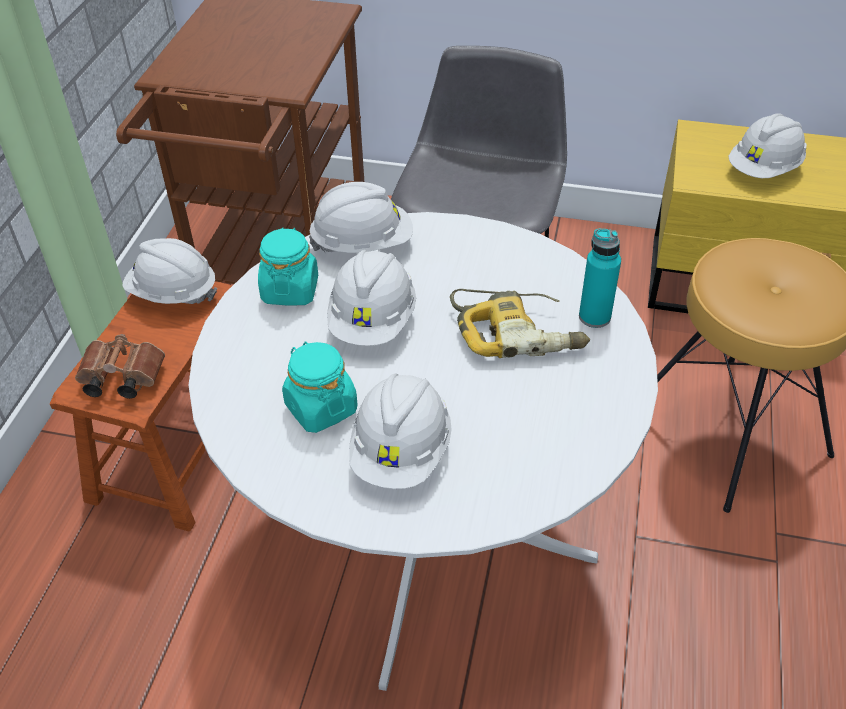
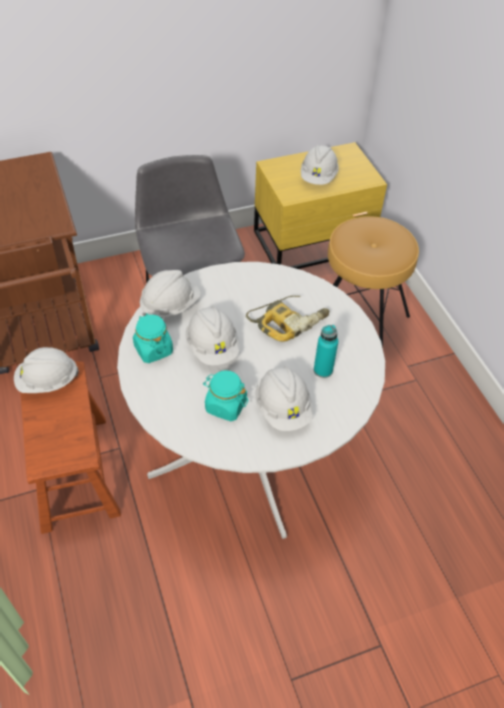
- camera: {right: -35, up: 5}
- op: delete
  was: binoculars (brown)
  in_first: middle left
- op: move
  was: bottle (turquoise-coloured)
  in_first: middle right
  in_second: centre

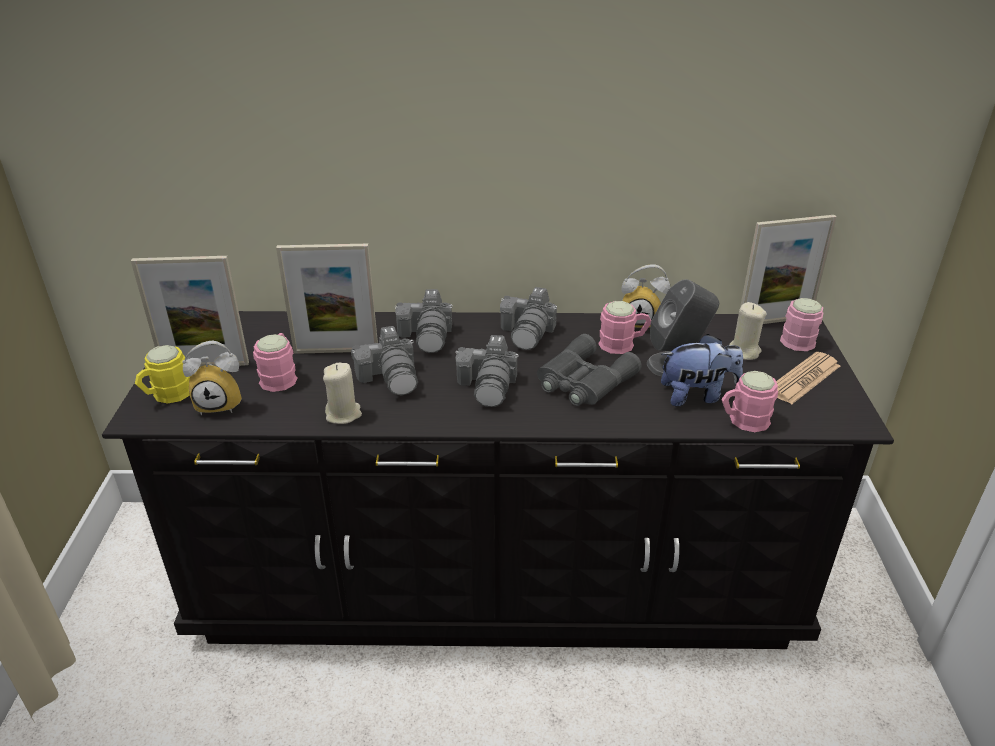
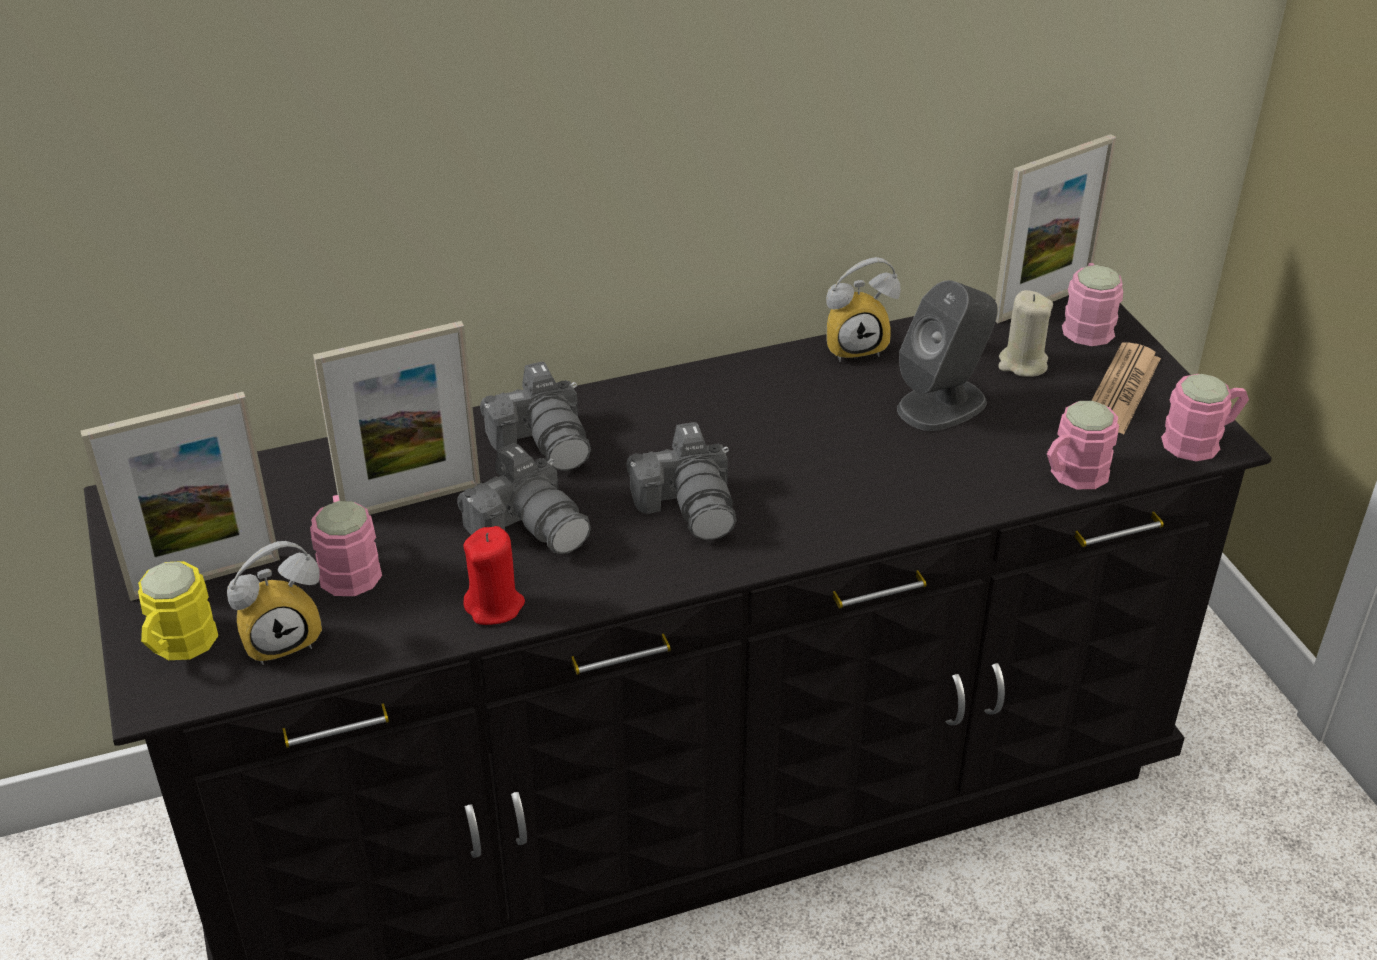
- camera: {right: -20, up: 5}
- op: delete
  was: still camera (4th from left)
  in_first: centre
- op: delete
  was: binoculars (greyish)
  in_first: centre
- op: delete
  was: cuddly toy
  in_first: middle right
- op: move
  was: coffee mug (pink) (2nd from left in the first image)
  now: coffee mug (pink) (4th from left)
  in_first: centre
  in_second: middle right
- op: recolor
  was: candle (beige) (1st from left)
  now: candle (reddish)
  in_first: centre
  in_second: centre

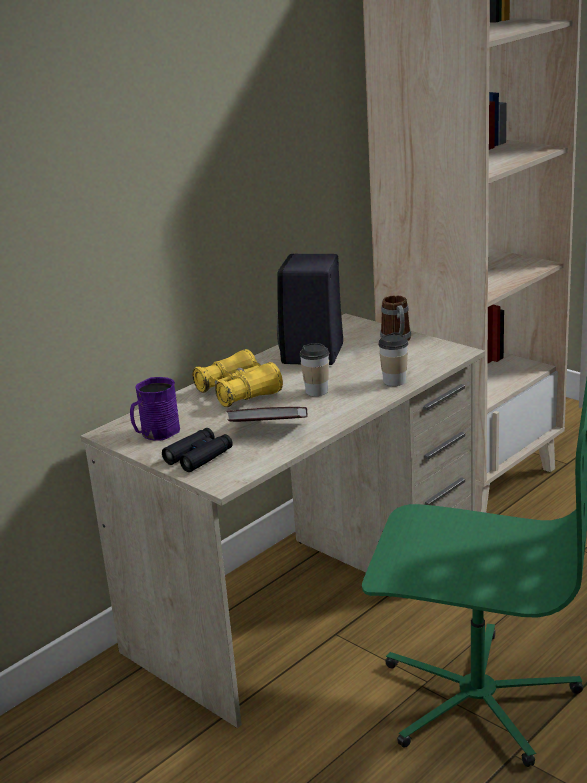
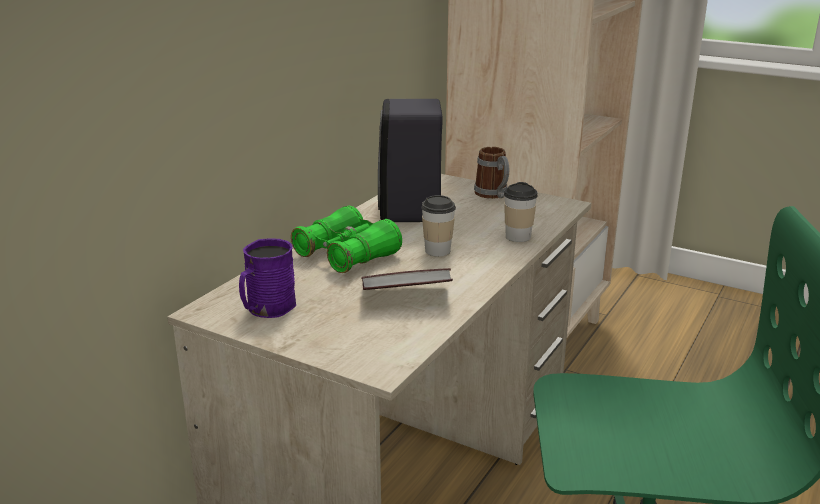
- camera: {right: -15, up: 0}
- op: delete
  was: binoculars (black-coloured)
  in_first: centre
- op: recolor
  was: binoculars (yellowish)
  now: binoculars (green-coloured)
  in_first: centre
  in_second: centre

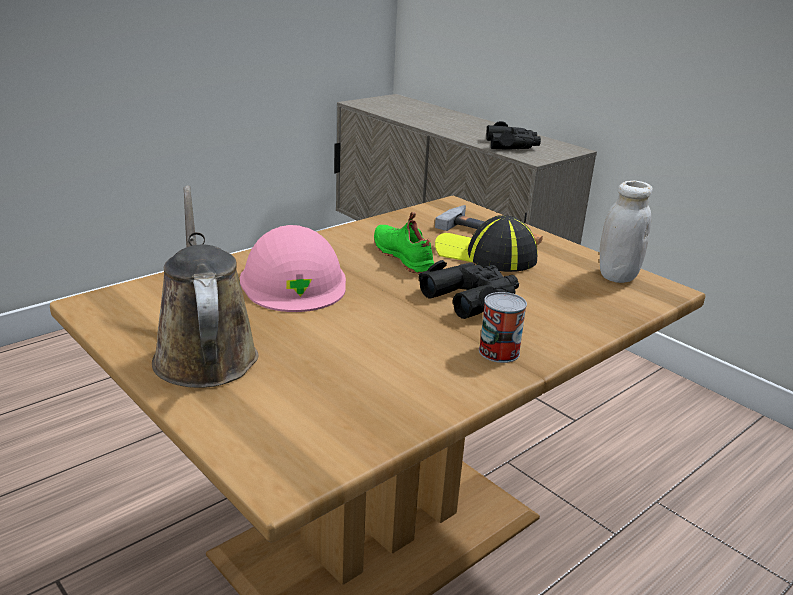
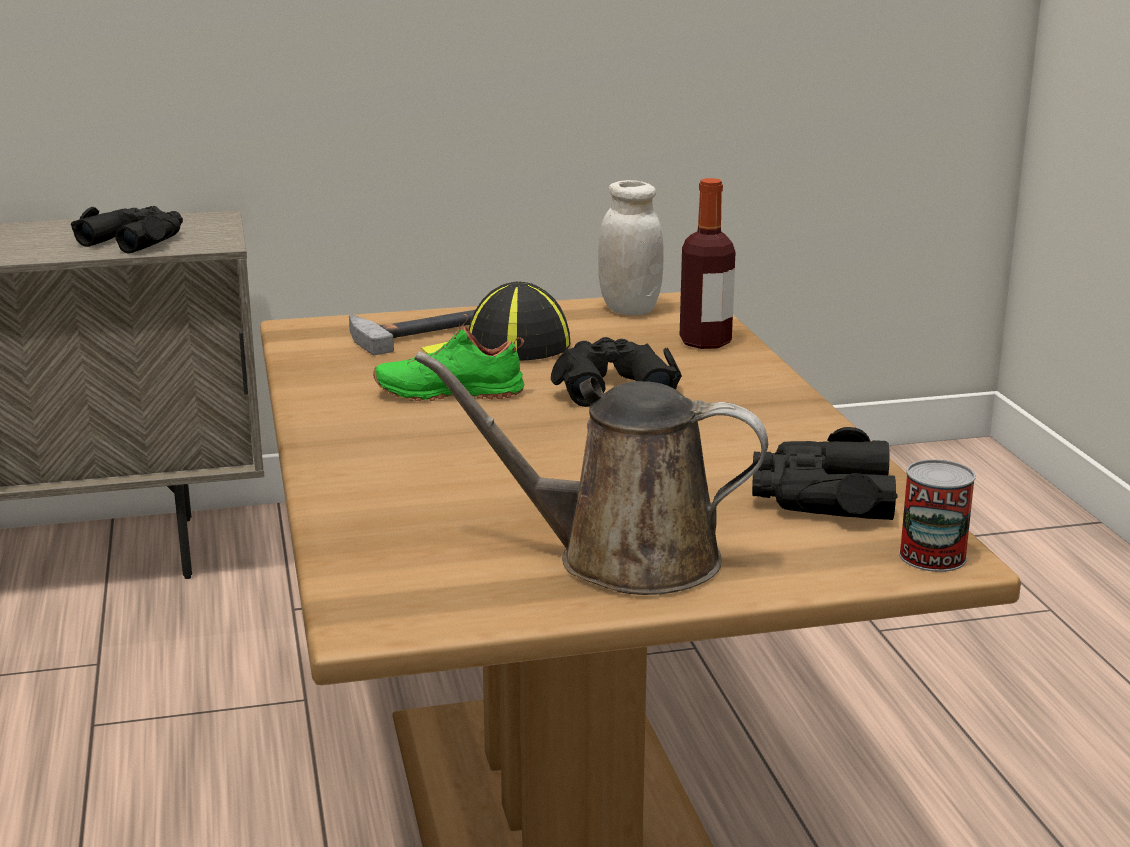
- camera: {right: -60, up: -5}
- op: delete
  was: safety helmet (pink)
  in_first: centre
- op: insert
  now: bottle
  in_second: top centre
- op: insert
  now: binoculars (black-coloured) (3rd from left)
  in_second: middle right
- op: move
  was: metal can
  in_first: centre
  in_second: middle right

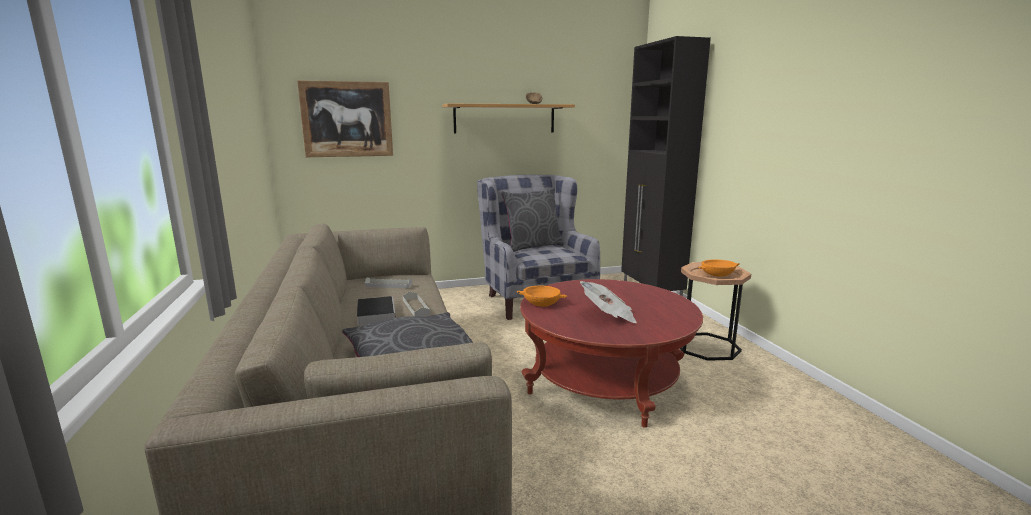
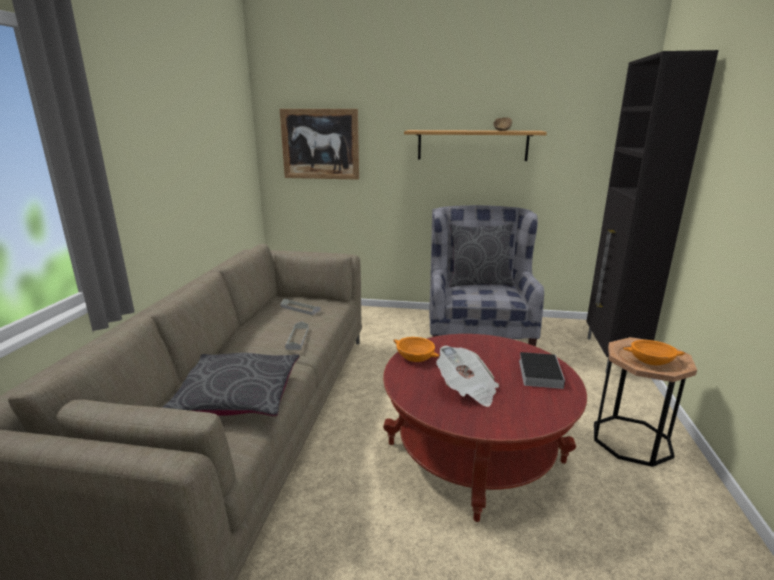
- camera: {right: 25, up: 5}
- op: move
  was: volume
  in_first: centre
  in_second: middle right

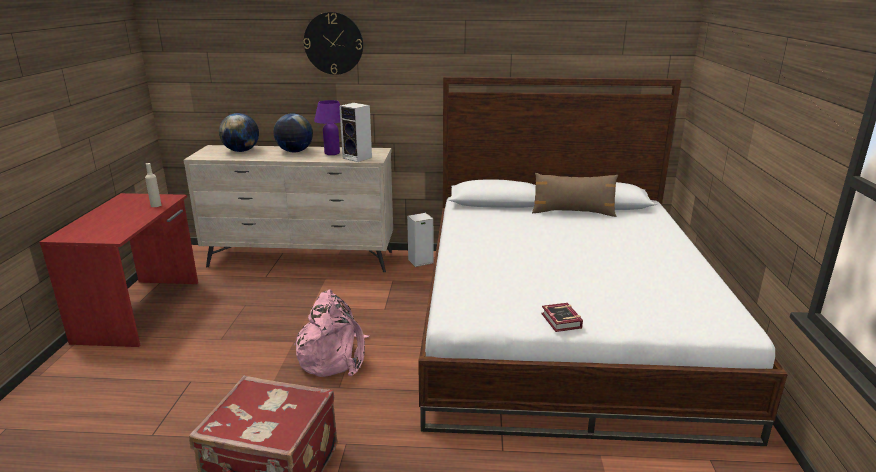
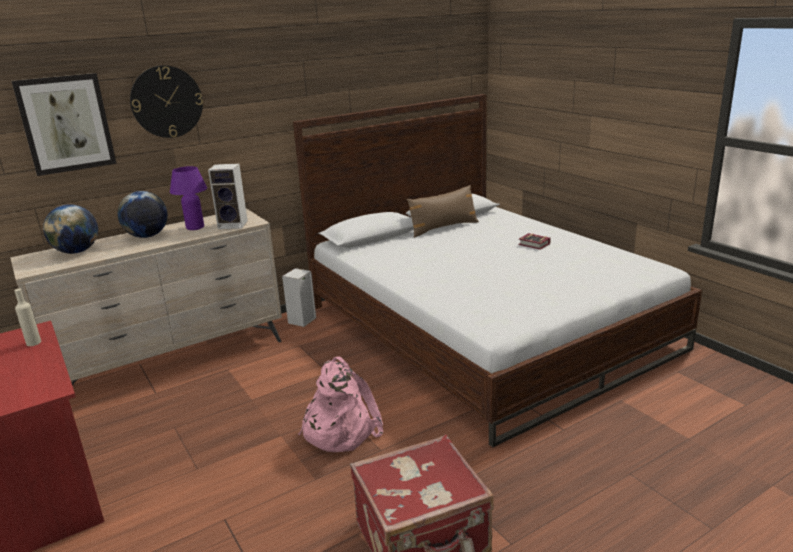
- camera: {right: -35, up: 0}
- op: insert
  now: wall picture
  in_second: top left
- op: move
  was: volume
  in_first: bottom centre
  in_second: middle right

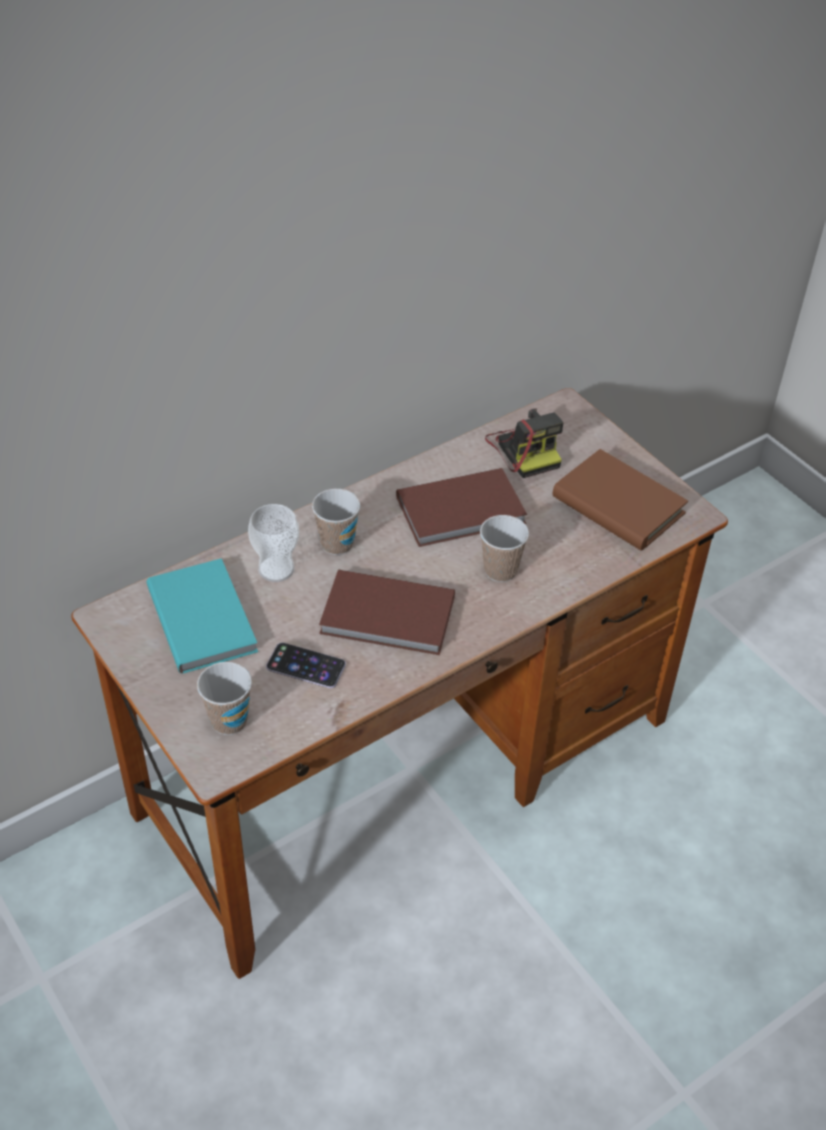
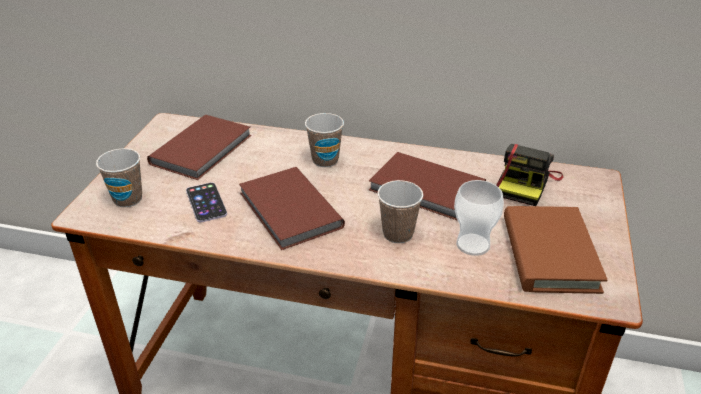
- camera: {right: 50, up: -10}
- op: move
  was: cup (2nd from left in the first image)
  now: cup (4th from left)
  in_first: middle left
  in_second: middle right
- op: recolor
  was: volume (turquoise-coloured)
  now: volume (brown) (1st from left)
  in_first: middle left
  in_second: middle left

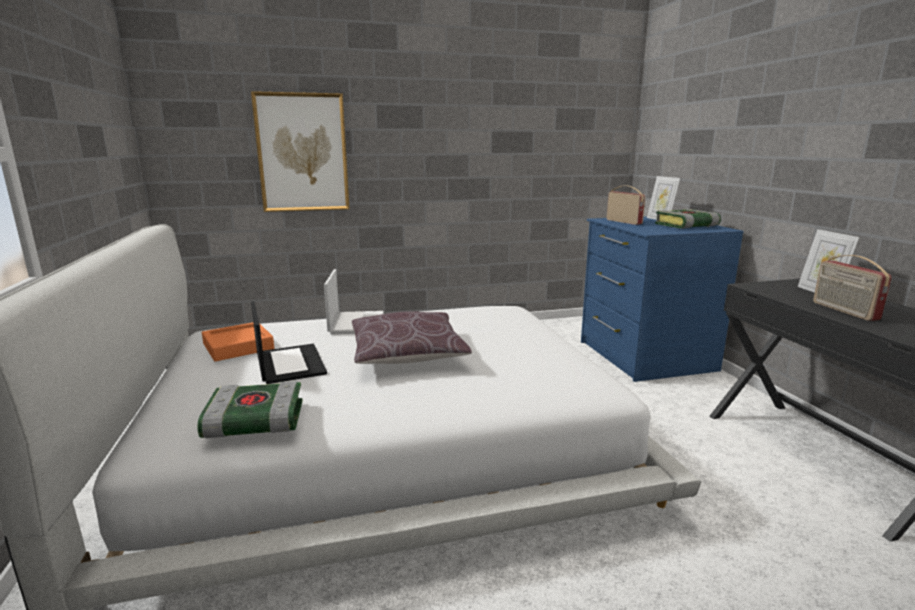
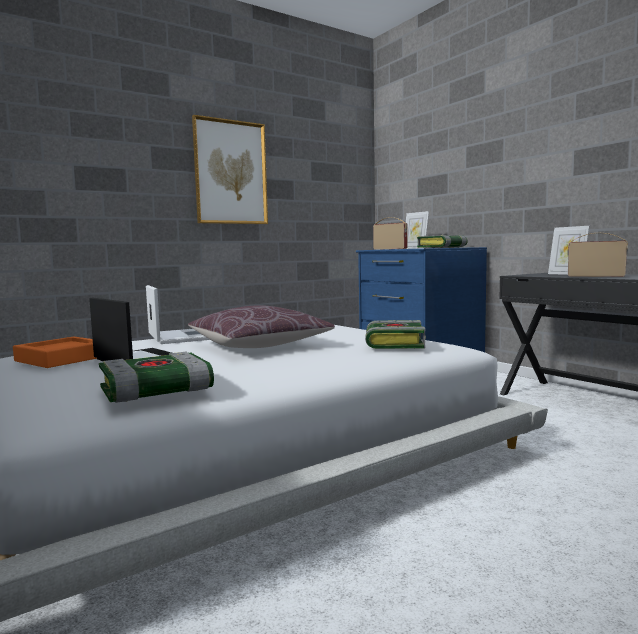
- camera: {right: -20, up: -10}
- op: insert
  now: volume (2nd from left)
  in_second: centre
- op: move
  was: wall picture
  in_first: top left
  in_second: top centre
- op: rotate
  was: radio receiver (2nd from left)
  in_first: middle right
  in_second: middle right
  clockwise: 150

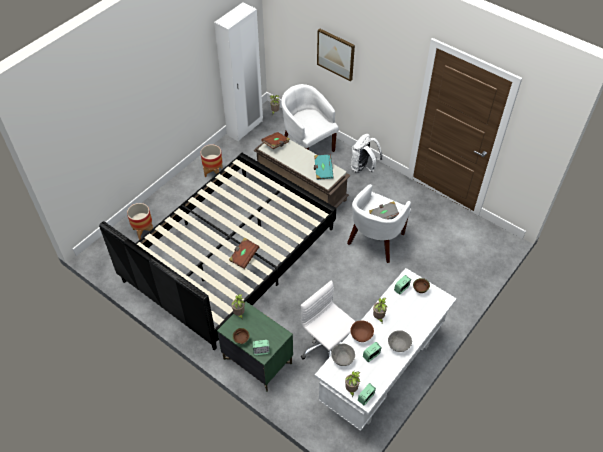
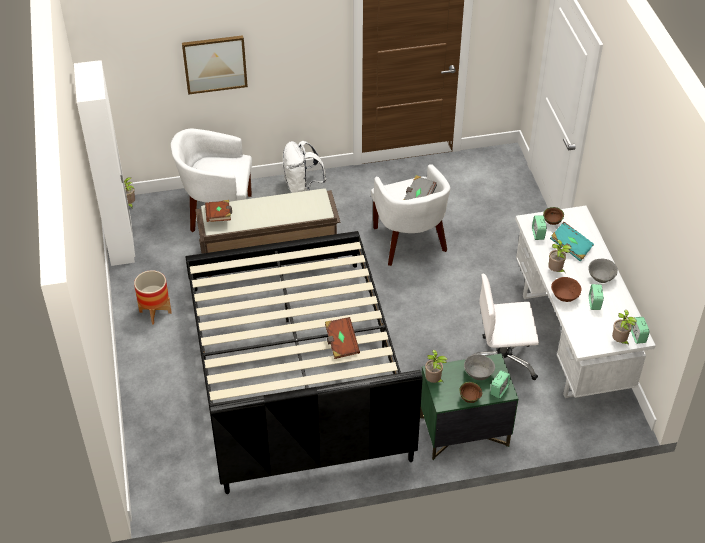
- camera: {right: -50, up: -5}
- op: delete
  was: flower pot (1st from left)
  in_first: middle left
- op: move
  was: volume (turquoise-coloured)
  in_first: centre
  in_second: middle right
- op: move
  was: bowl (greyish) (1st from left)
  in_first: bottom centre
  in_second: bottom right

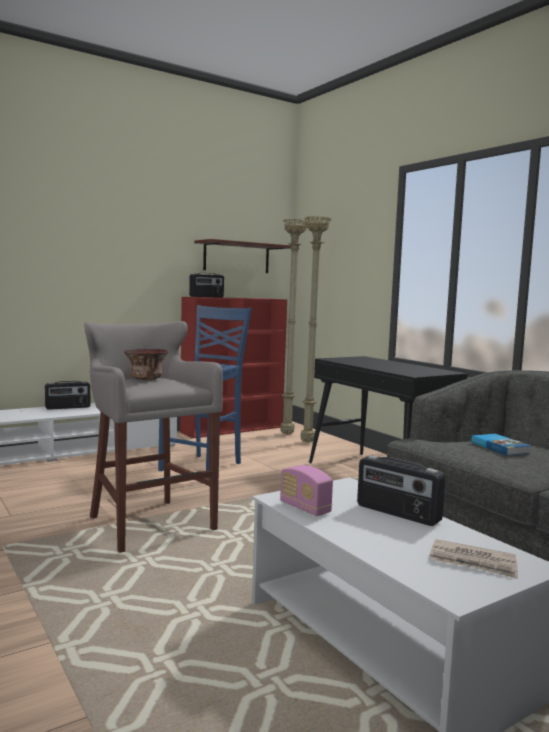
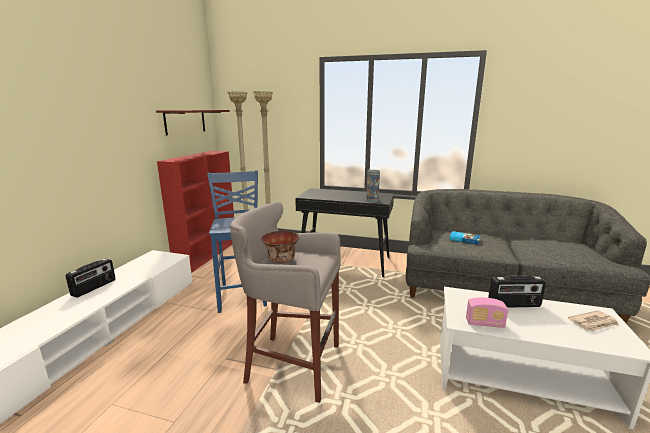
- camera: {right: -40, up: 10}
- op: delete
  was: radio receiver (2nd from left)
  in_first: centre
- op: insert
  now: vase
  in_second: centre

